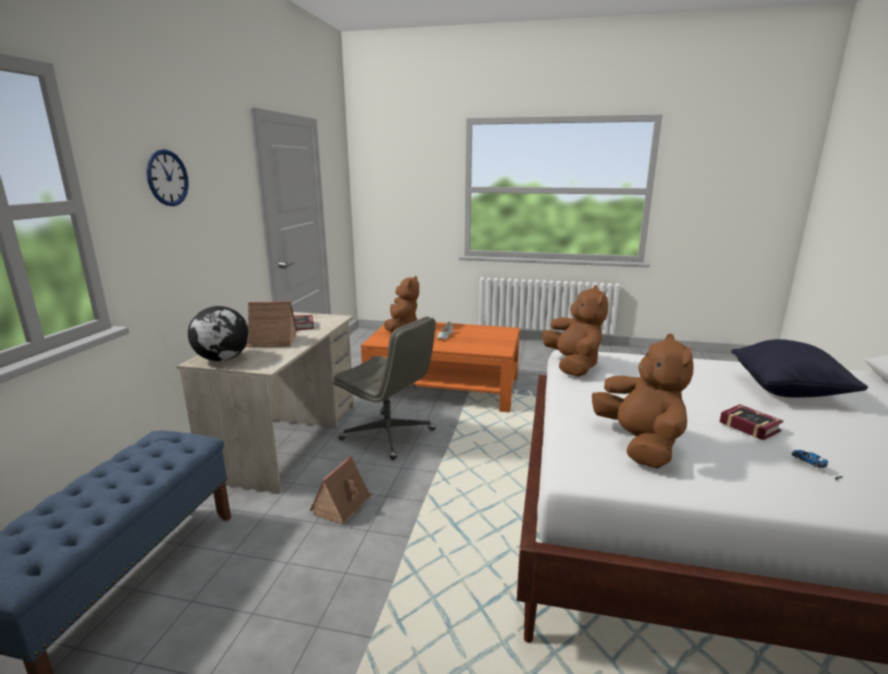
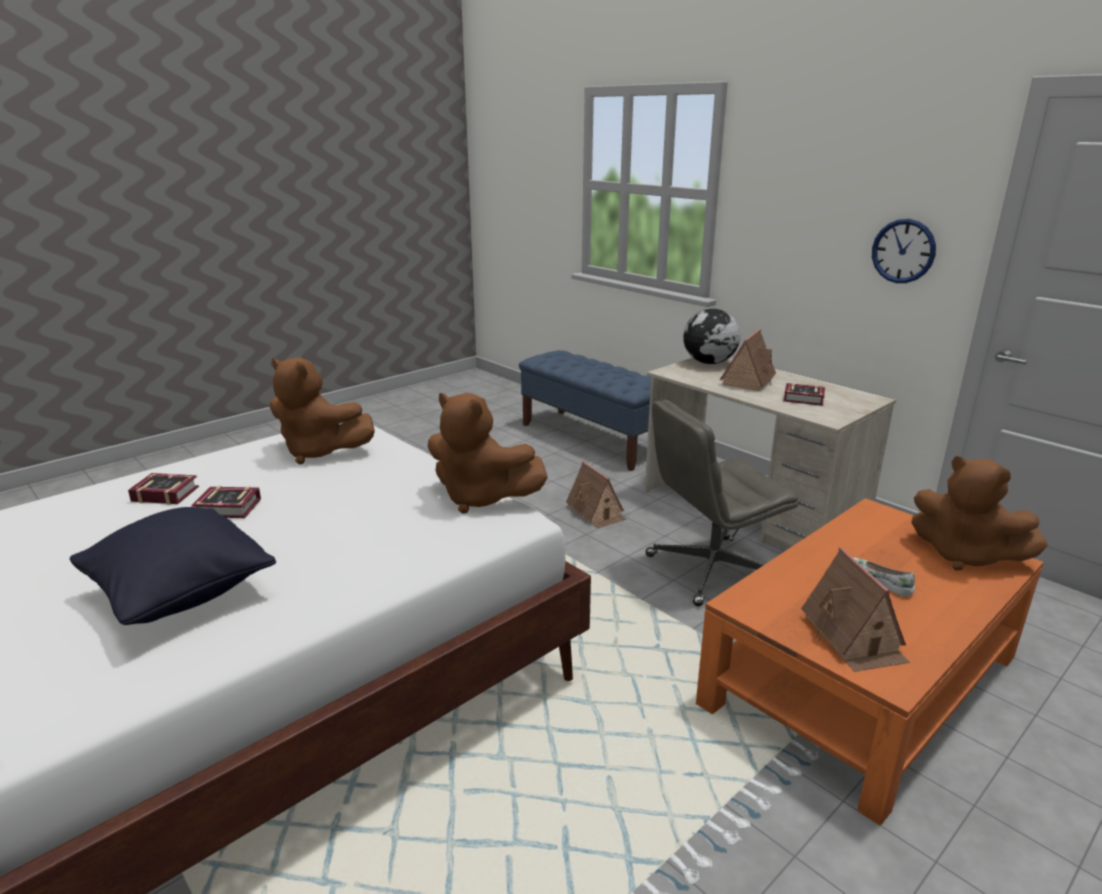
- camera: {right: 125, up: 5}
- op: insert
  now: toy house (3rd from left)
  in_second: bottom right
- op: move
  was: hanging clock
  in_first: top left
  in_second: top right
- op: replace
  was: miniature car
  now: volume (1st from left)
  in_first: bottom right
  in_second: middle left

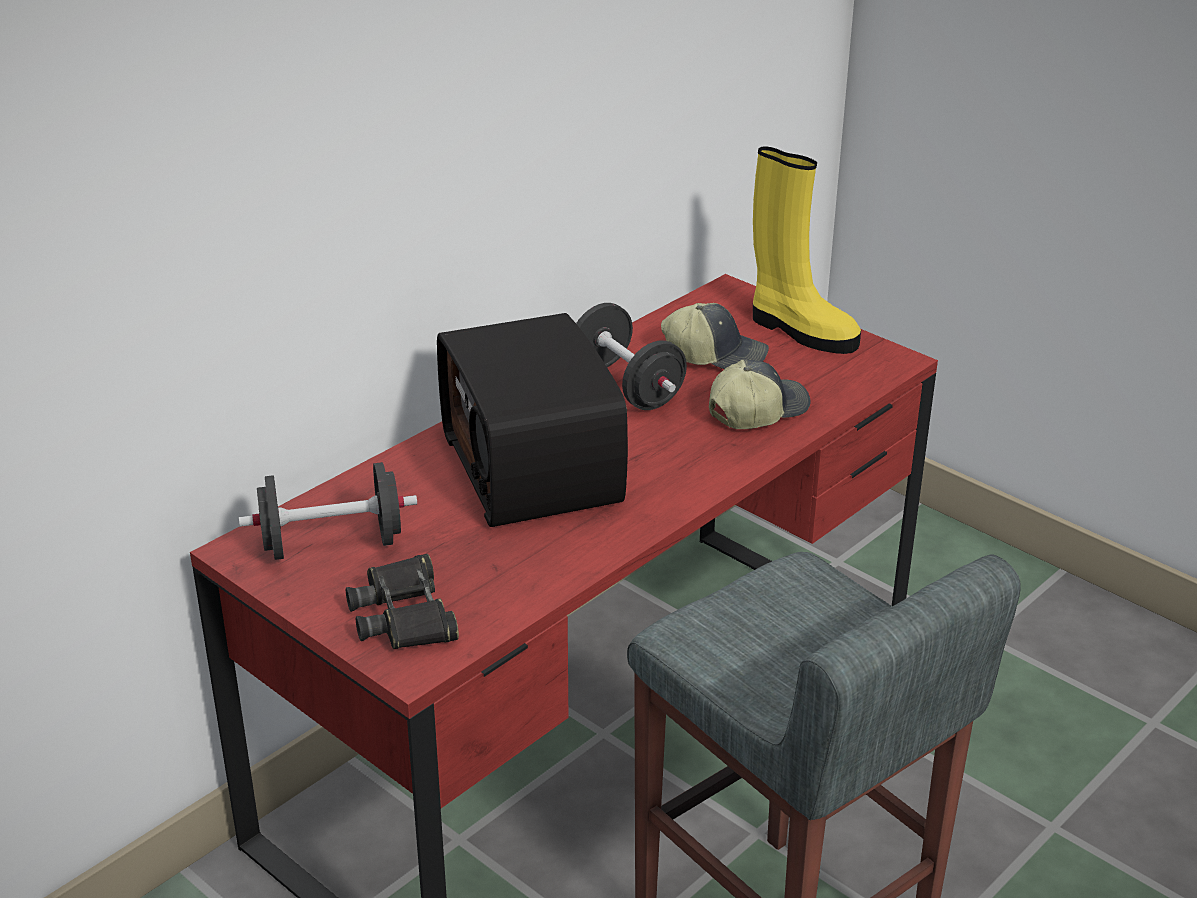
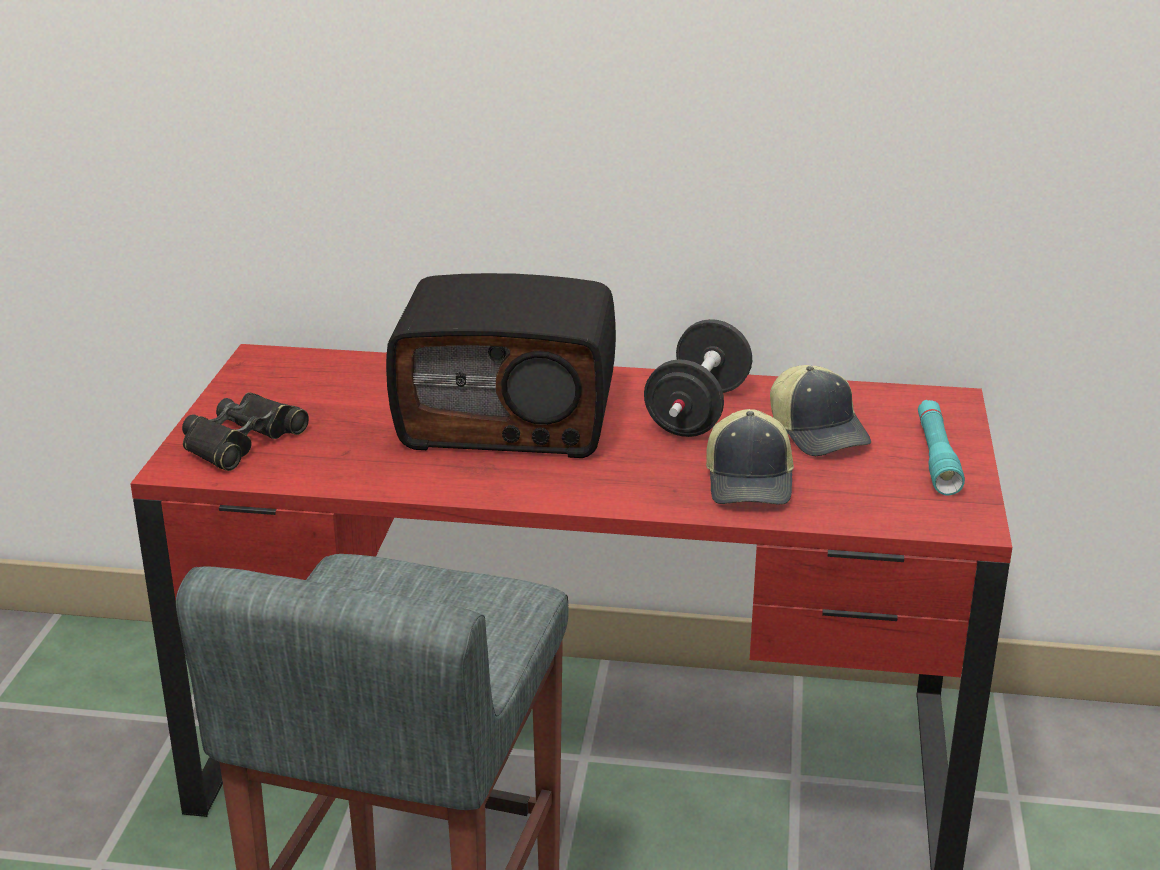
- camera: {right: 55, up: -5}
- op: delete
  was: free weight (black-coloured) (1st from left)
  in_first: middle left
- op: replace
  was: high-top boot (yellowish)
  now: hand torch (turquoise-coloured)
  in_first: top right
  in_second: middle right
- op: rotate
  was: radio receiver
  in_first: centre
  in_second: centre
  clockwise: -120
- op: rotate
  was: baseball cap (2nd from left in the first image)
  in_first: centre
  in_second: centre
  clockwise: 75

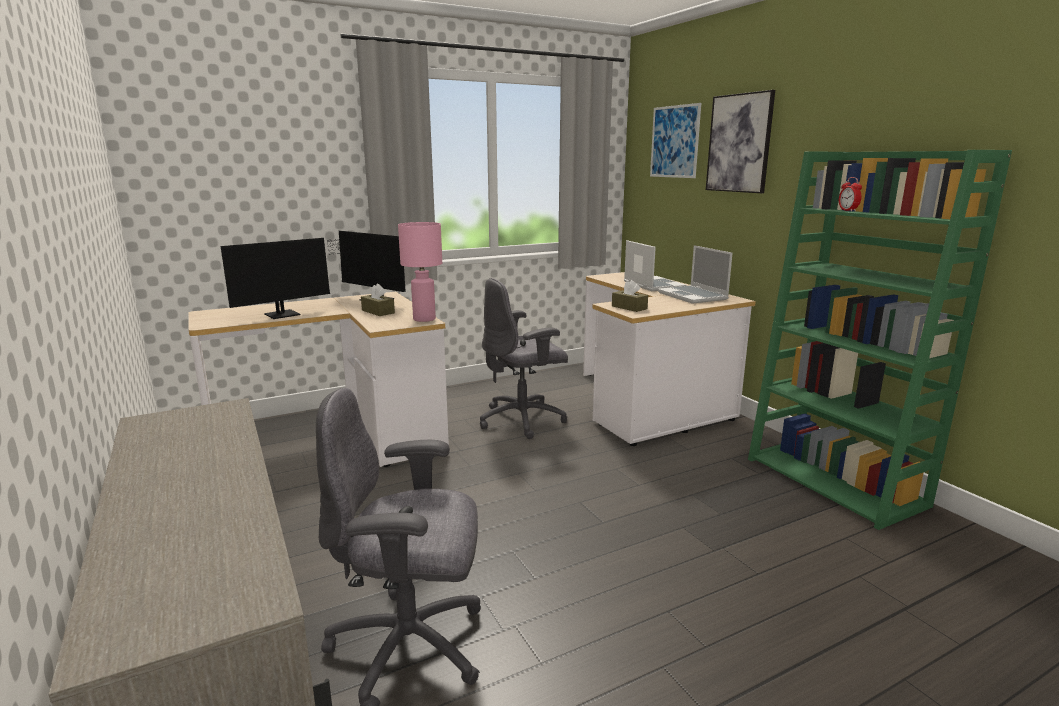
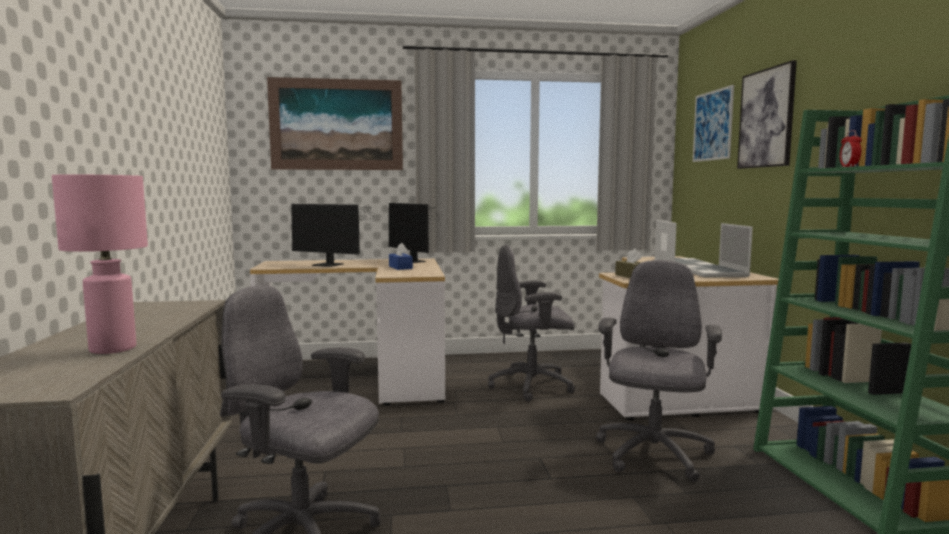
- camera: {right: 20, up: -10}
- op: insert
  now: wall picture (1st from left)
  in_second: top centre
- op: insert
  now: office chair (greyish) (3rd from left)
  in_second: bottom right
- op: move
  was: lamp for a table (pink)
  in_first: centre
  in_second: middle left
- op: recolor
  was: tissue holder (brown) (1st from left)
  now: tissue holder (blue)
  in_first: centre
  in_second: centre
- op: rotate
  was: computer screen (1st from left)
  in_first: middle left
  in_second: centre
  clockwise: 45

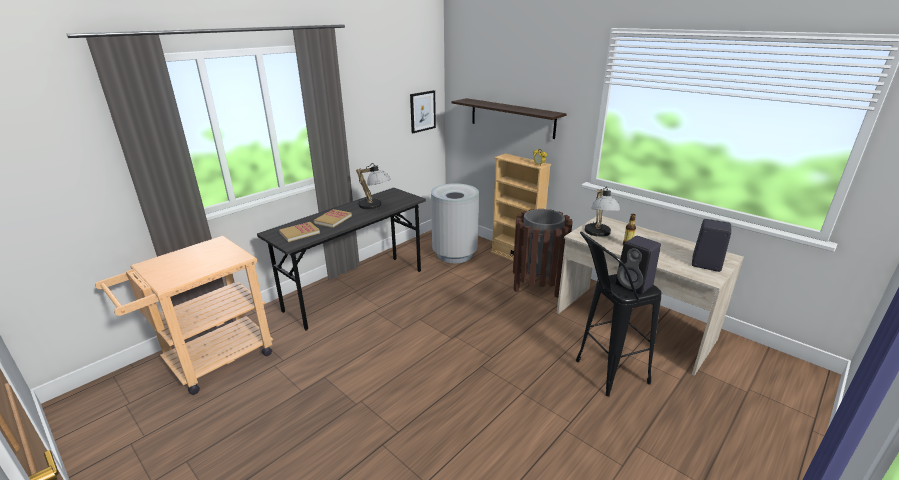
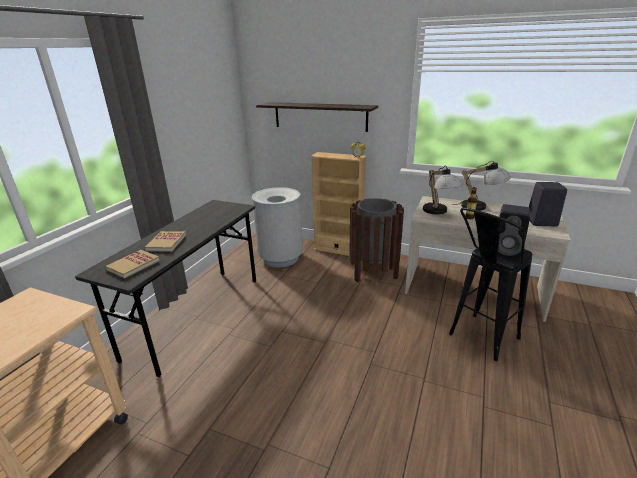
- camera: {right: -20, up: 0}
- op: delete
  was: wall picture
  in_first: top centre
- op: move
  was: lamp for a table (1st from left in the first image)
  now: lamp for a table (2nd from left)
  in_first: centre
  in_second: middle right

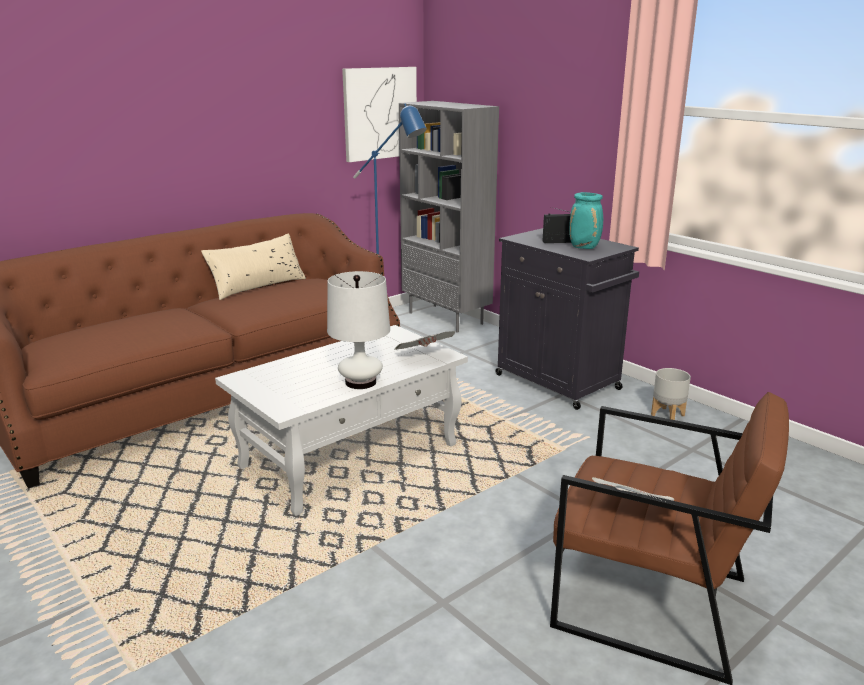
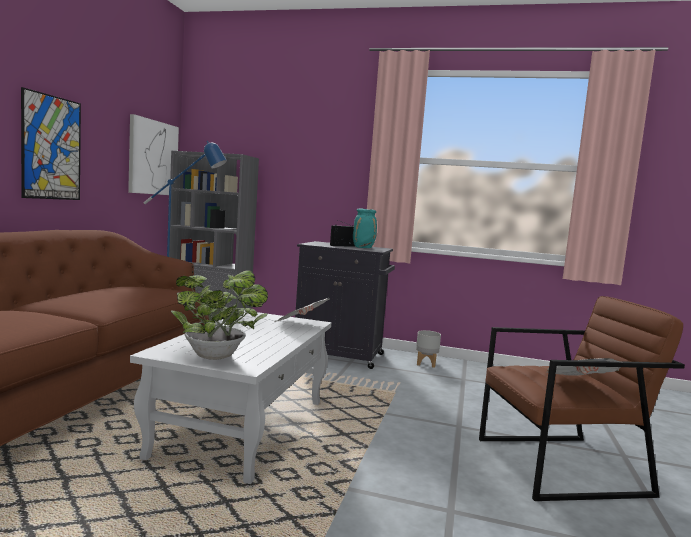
- camera: {right: -35, up: -15}
- op: delete
  was: cushion (beige)
  in_first: middle left
- op: delete
  was: lamp for a table (white)
  in_first: centre
- op: insert
  now: wall picture (1st from left)
  in_second: top left
- op: insert
  now: houseplant
  in_second: middle left

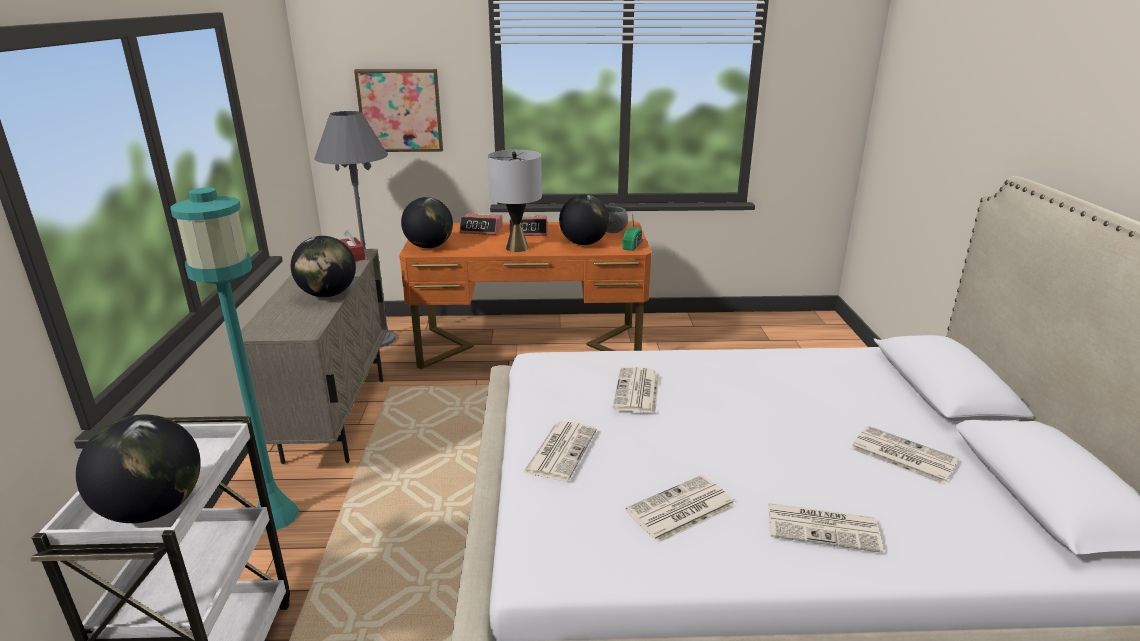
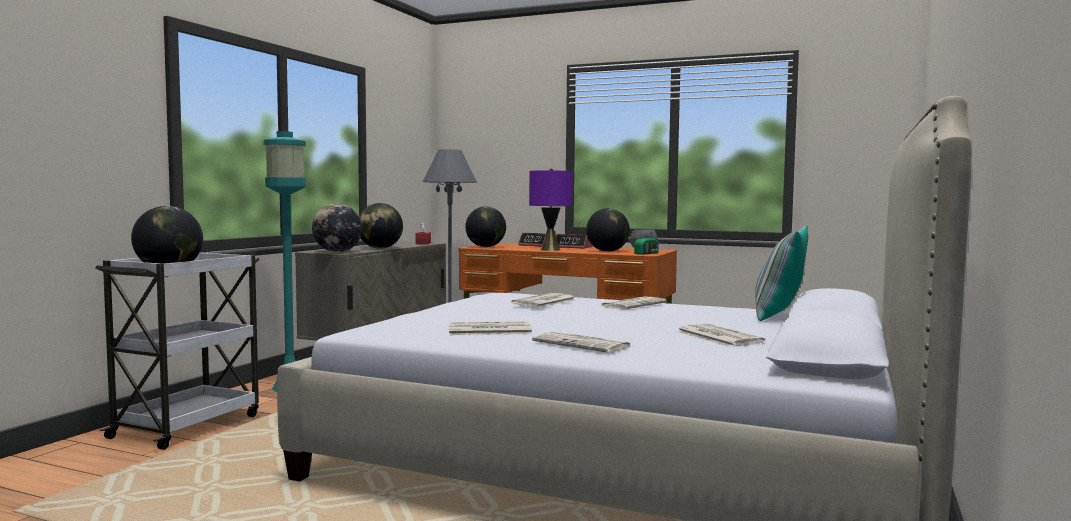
- camera: {right: 25, up: -20}
- op: delete
  was: wall picture
  in_first: top centre
- op: insert
  now: globe (2nd from left)
  in_second: middle left
- op: insert
  now: cushion
  in_second: middle right
- op: move
  was: daily paper (1st from left in the first image)
  now: daily paper (4th from left)
  in_first: bottom centre
  in_second: centre
- op: recolor
  was: lamp for a table (greyish)
  now: lamp for a table (purplish)
  in_first: top centre
  in_second: centre

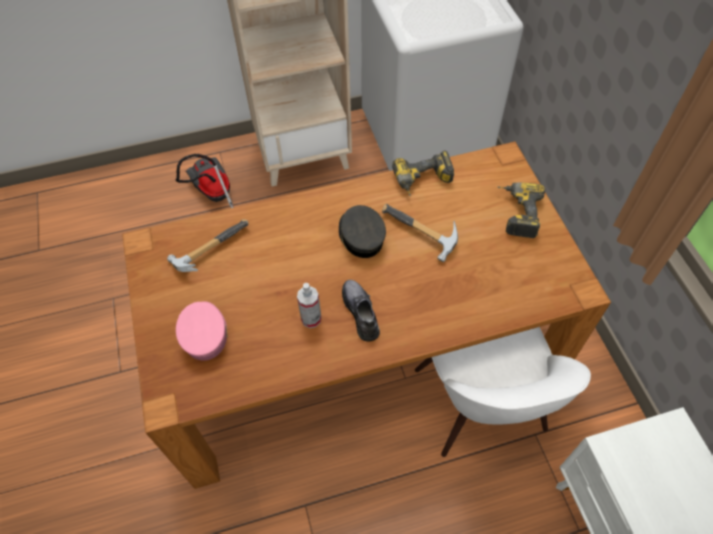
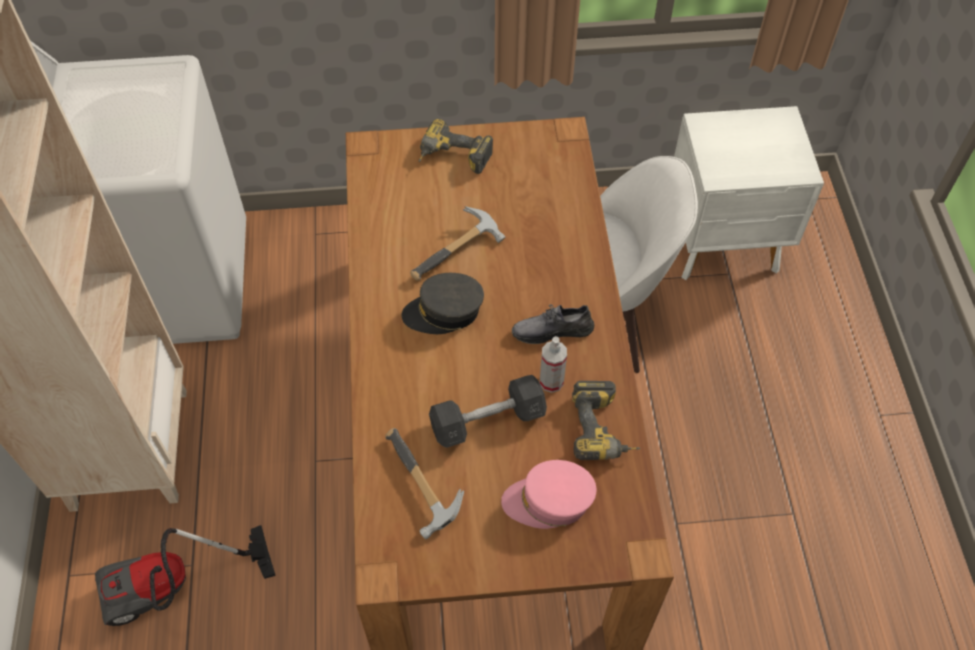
- camera: {right: -80, up: 0}
- op: insert
  now: free weight (greyish)
  in_second: centre
- op: move
  was: drill (1st from left in the first image)
  now: drill (2nd from left)
  in_first: top centre
  in_second: centre

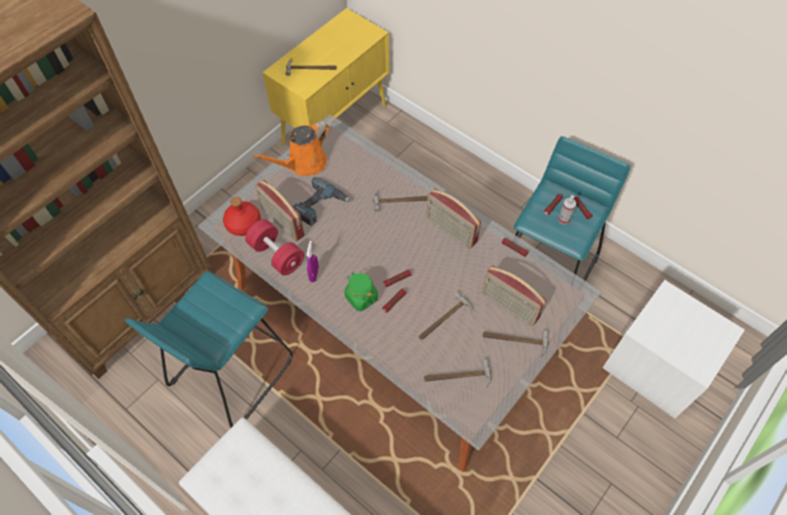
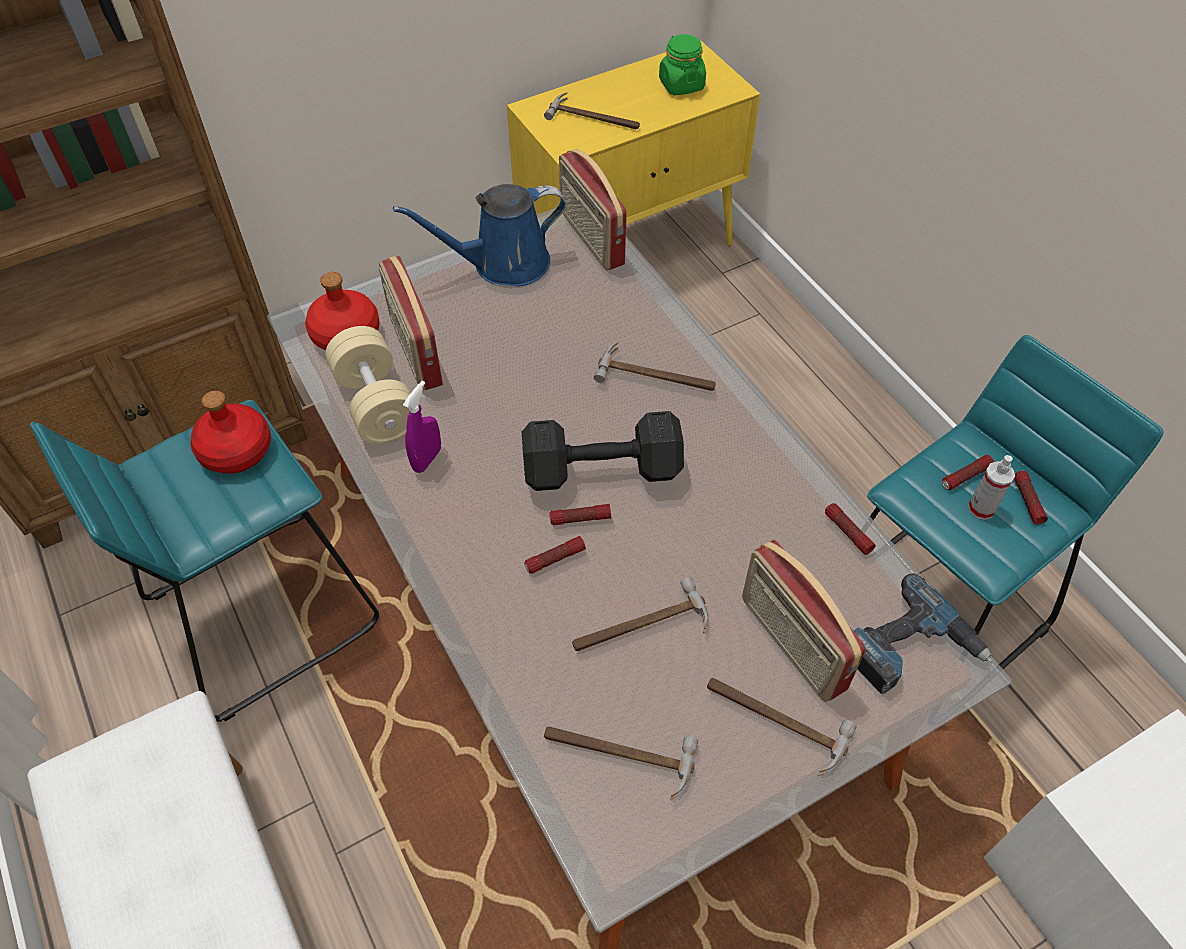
- camera: {right: 20, up: -5}
- op: insert
  now: bottle (reddish) (1st from left)
  in_second: middle left
- op: insert
  now: free weight (black-coloured)
  in_second: centre
- op: move
  was: drill
  in_first: centre
  in_second: bottom right
- op: move
  was: jar (green-coloured)
  in_first: centre
  in_second: top centre
- op: move
  was: radio receiver (2nd from left)
  in_first: centre
  in_second: top centre
- op: recolor
  was: free weight (reddish)
  now: free weight (beige)
  in_first: centre
  in_second: middle left
- op: recolor
  was: sprinkling can (orangey)
  now: sprinkling can (blue)
  in_first: top centre
  in_second: top centre

